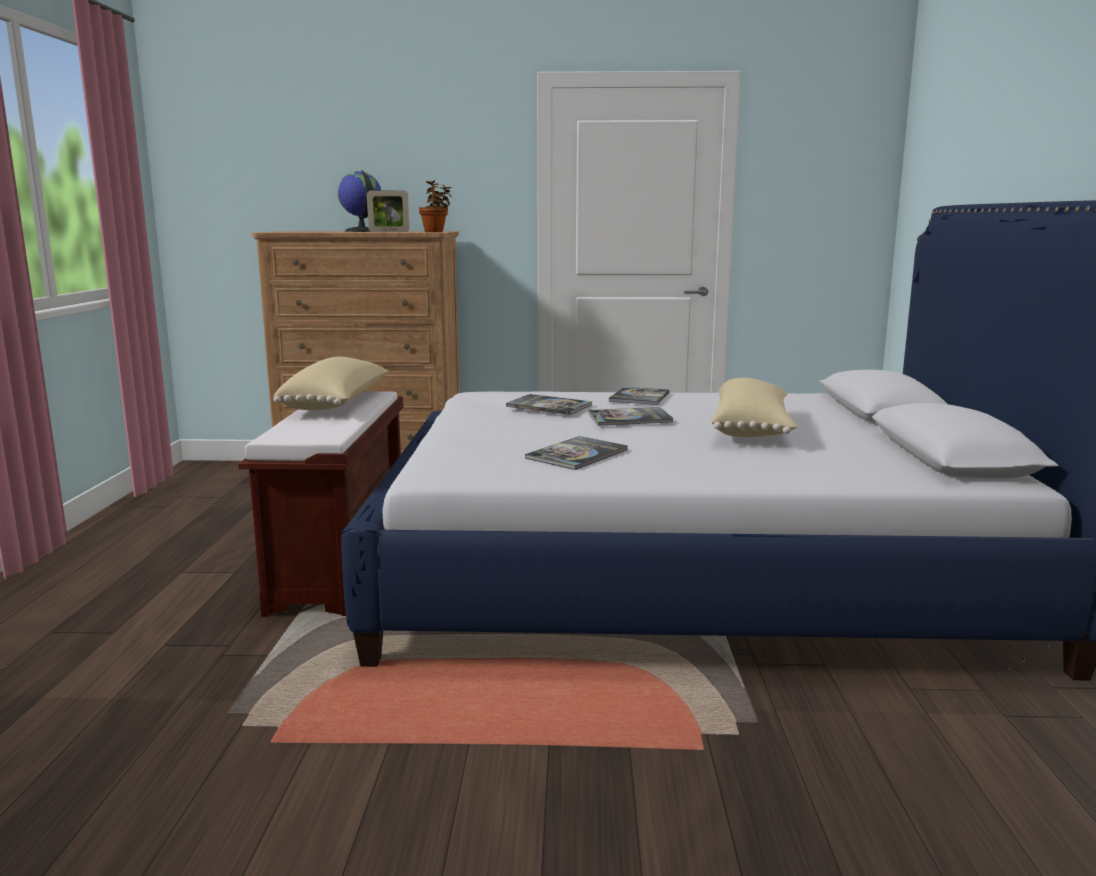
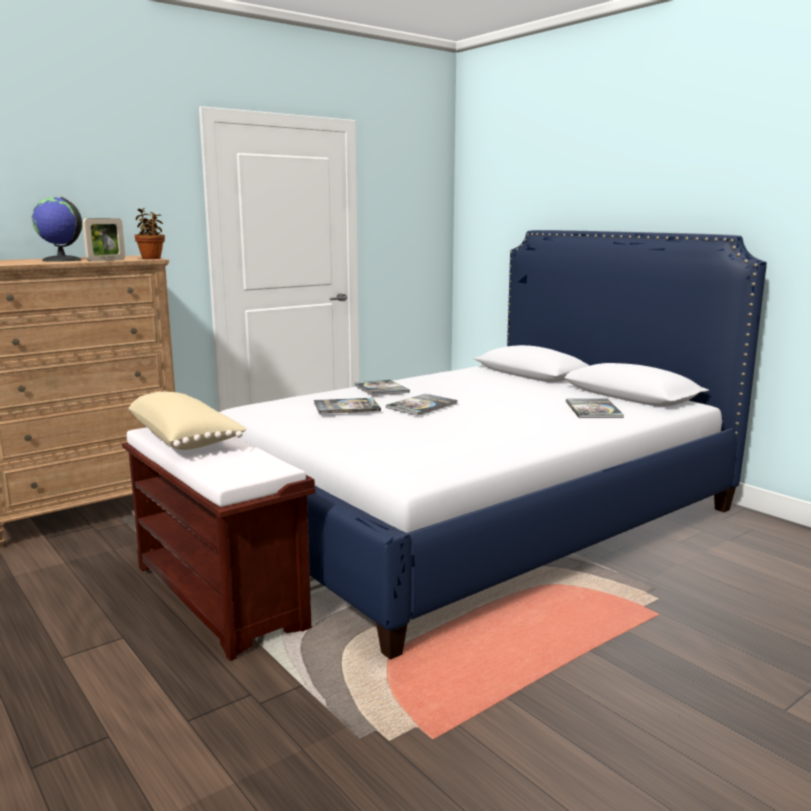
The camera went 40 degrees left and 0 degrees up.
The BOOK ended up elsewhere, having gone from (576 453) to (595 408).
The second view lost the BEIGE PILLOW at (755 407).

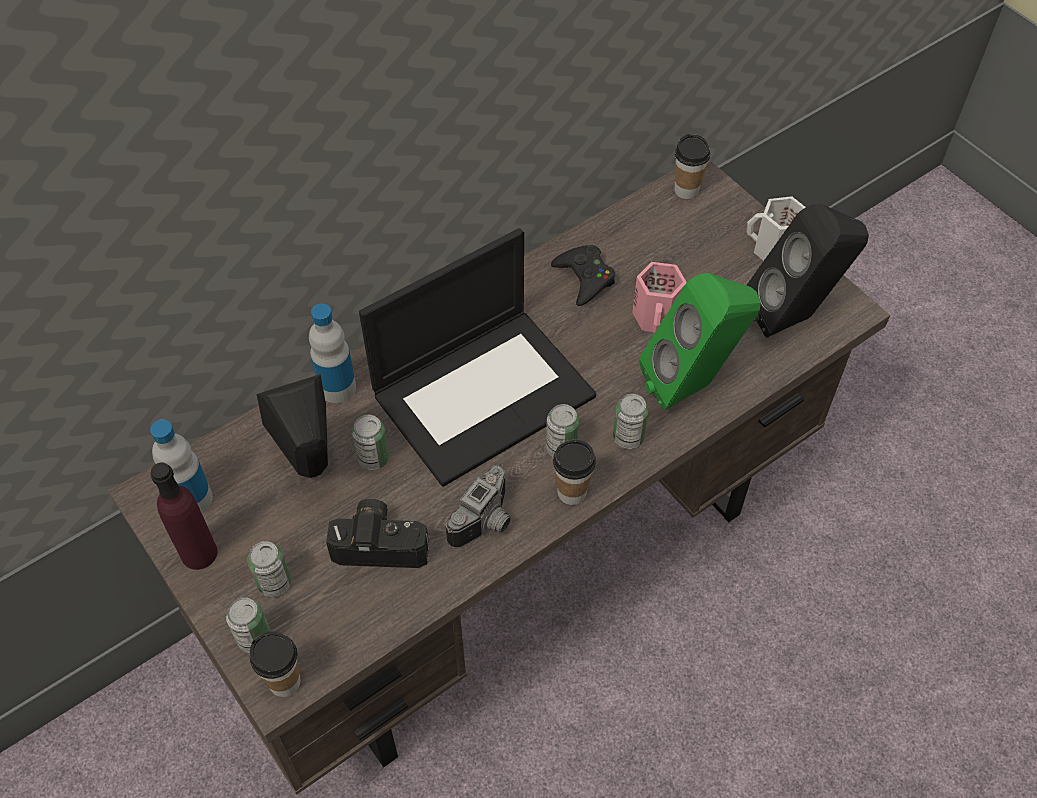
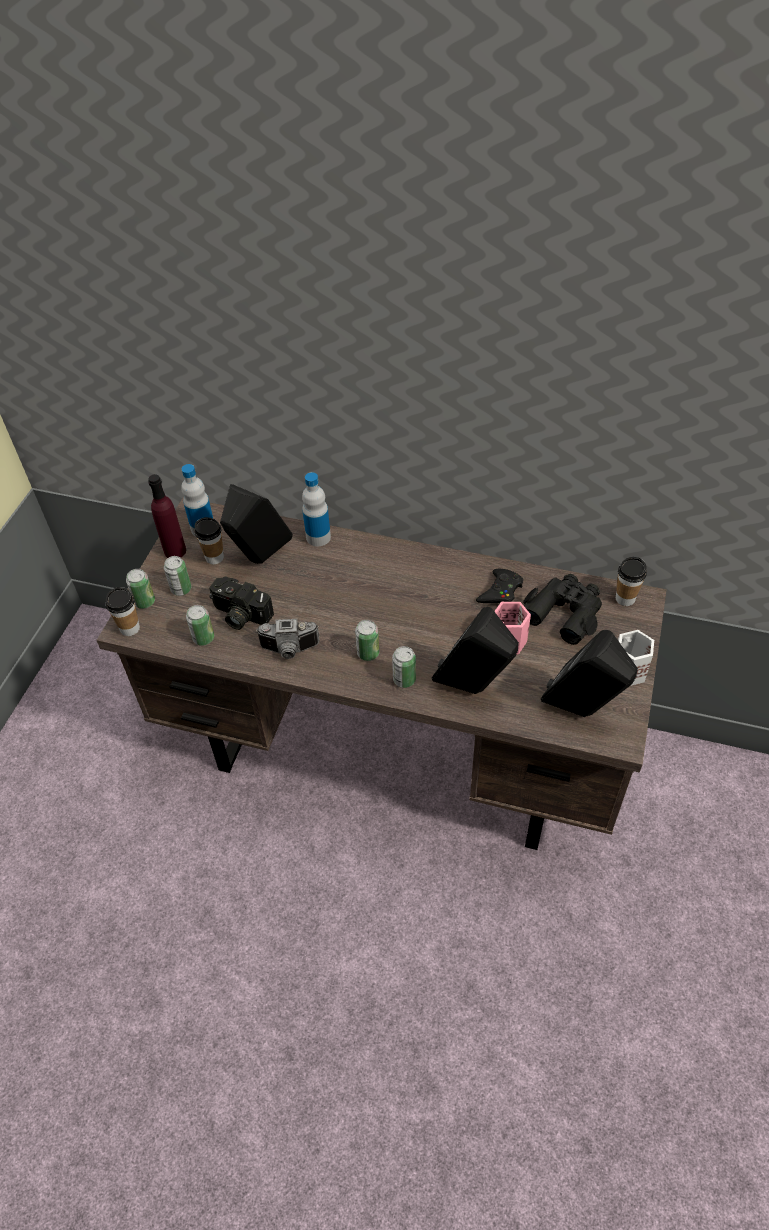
The camera went 55 degrees right and 5 degrees down.
The CAN ended up elsewhere, having gone from (370 442) to (200 625).
The CUP ended up elsewhere, having gone from (574 472) to (209 540).
The PHOTO CAMERA at (377 533) ended up facing another way, 150 degrees clockwise from before.
What was the GREEN SPEAKER at (700 341) turned into the BLACK SPEAKER at (475 650).
The second view gained the BLACK BINOCULARS at (562 609).
The second view lost the LAPTOP at (477 357).

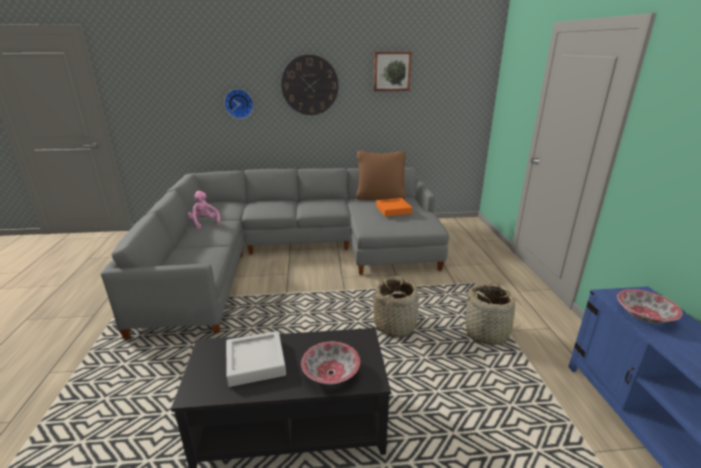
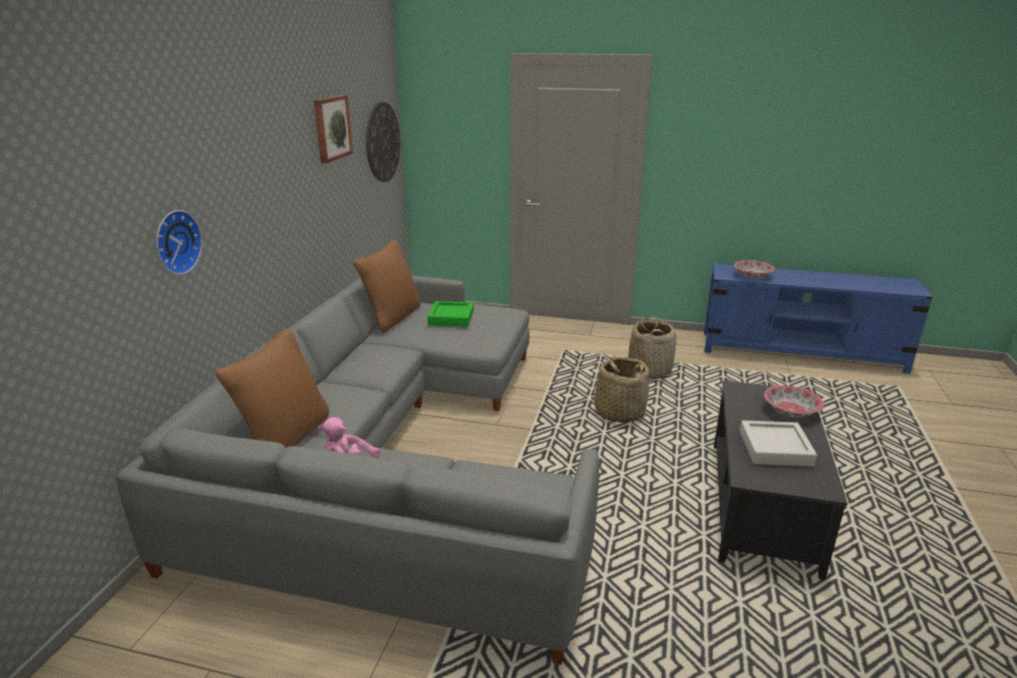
The camera went 70 degrees left and 0 degrees up.
The second view gained the BROWN PILLOW at (272 388).
The WALL CLOCK ended up elsewhere, having gone from (310 85) to (383 142).
What was the ORANGE TRAY at (394 207) turned into the GREEN TRAY at (450 314).

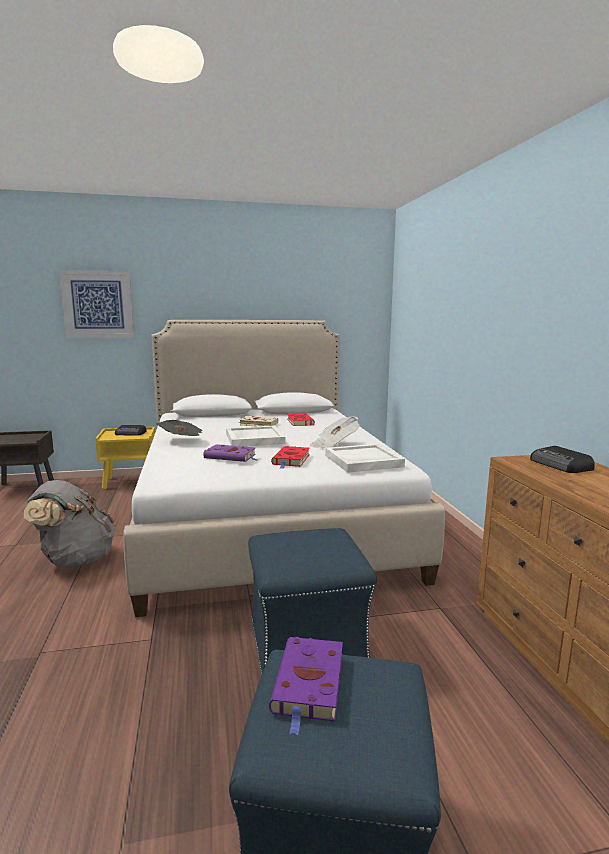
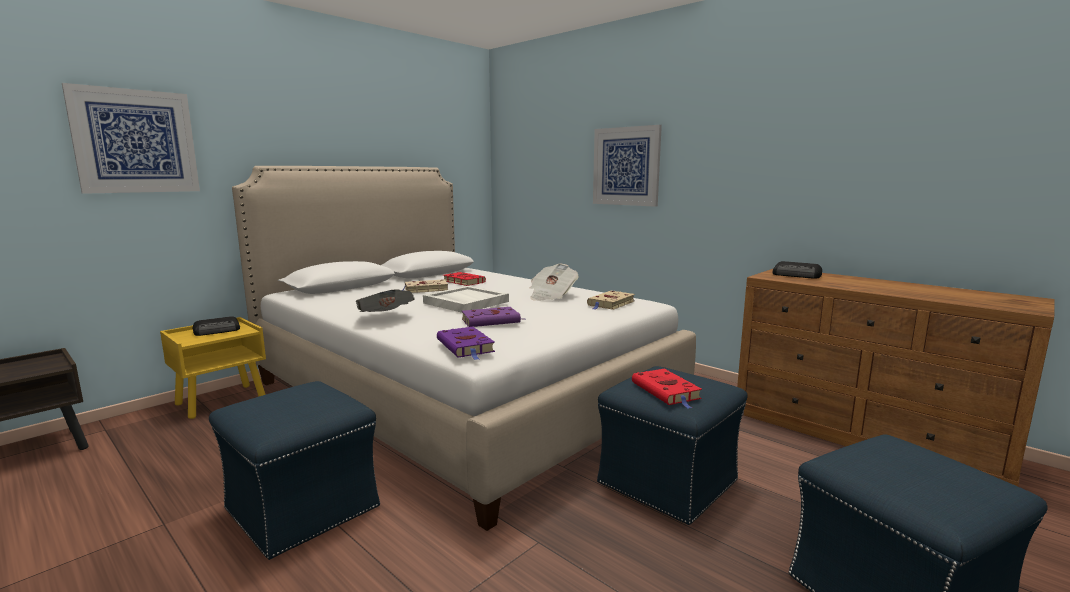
The camera went 35 degrees left and 0 degrees up.
Where the GREY BACKPACK stood at (69 524), the BLUE OTTOMAN came to stand at (294 470).
The PURPLE BOOK ended up elsewhere, having gone from (306 686) to (466 343).
Where the WHITE TRAY stood at (365 458), the BEIGE BOOK came to stand at (611 300).
The second view gained the PICTURE at (627 166).
The RED BOOK ended up elsewhere, having gone from (290 457) to (667 388).

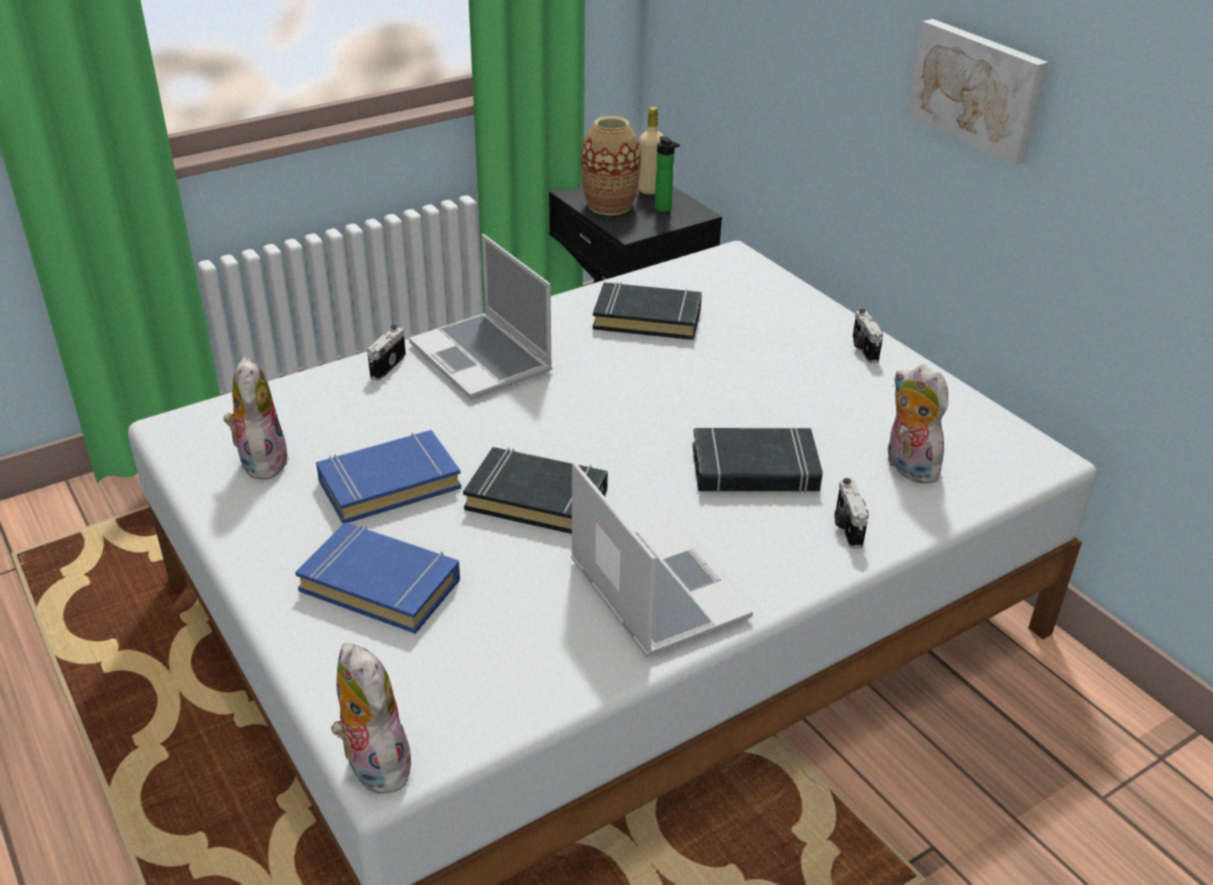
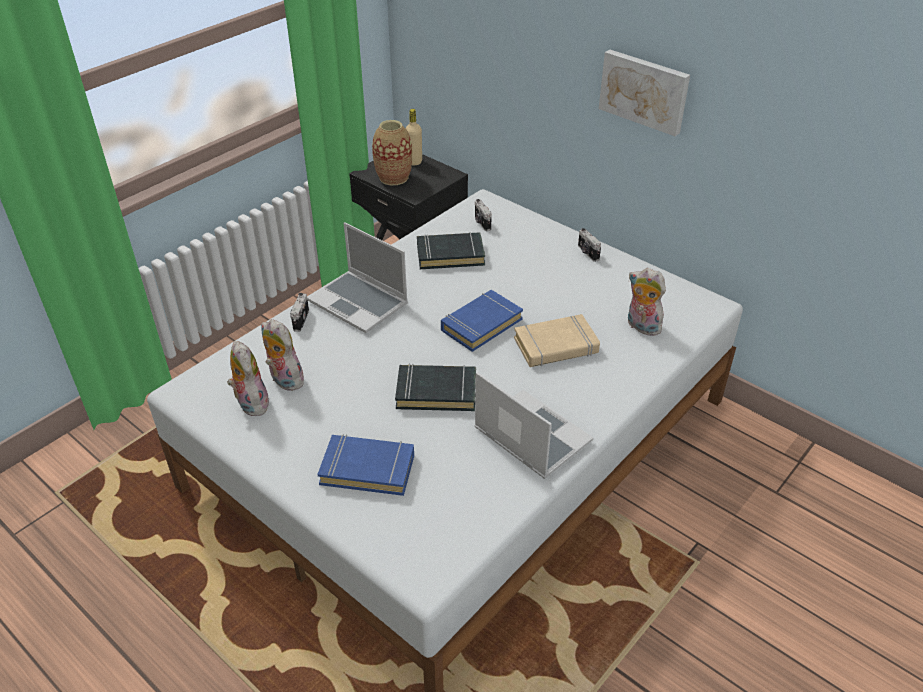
The camera went 15 degrees left and 5 degrees up.
The PLUSH TOY ended up elsewhere, having gone from (371 718) to (282 355).
The BLUE BOOK ended up elsewhere, having gone from (388 477) to (482 321).
The PHOTO CAMERA ended up elsewhere, having gone from (851 513) to (483 215).
What was the BLACK BOOK at (757 461) turned into the BEIGE BOOK at (557 340).
The second view lost the BOTTLE at (667 174).

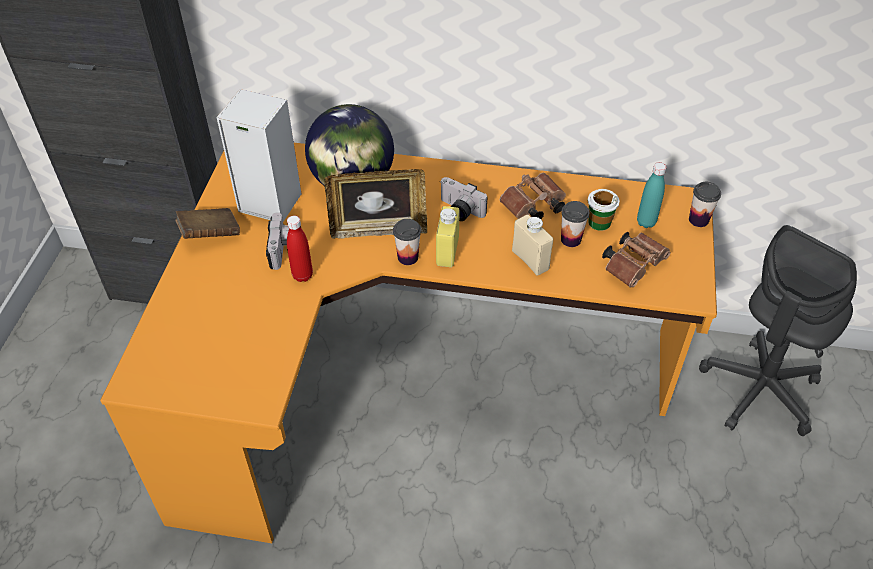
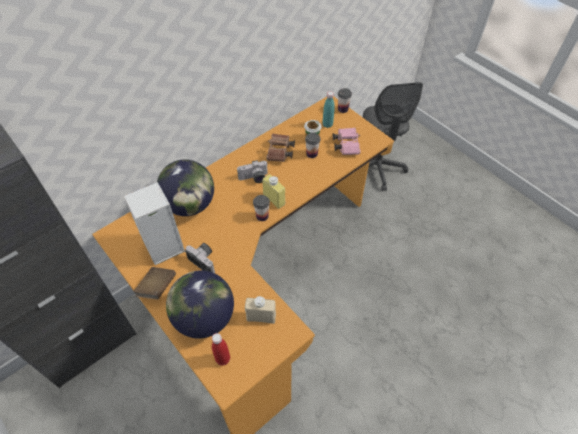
The camera went 50 degrees left and 5 degrees up.
The second view gained the GLOBE at (200 304).
The RED BOTTLE ended up elsewhere, having gone from (300 249) to (221 349).
The BEIGE BOTTLE ended up elsewhere, having gone from (532 245) to (260 310).
What was the BROWN BINOCULARS at (636 260) turned into the PINK BINOCULARS at (347 141).
The second view lost the PICTURE FRAME at (375 204).

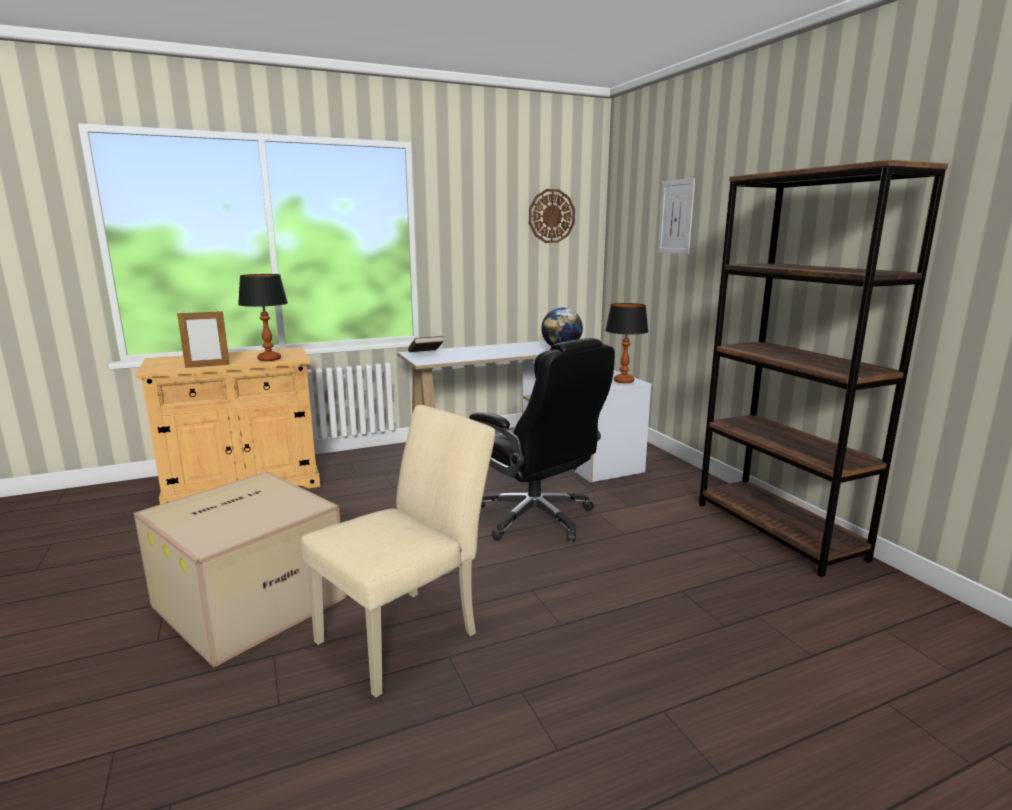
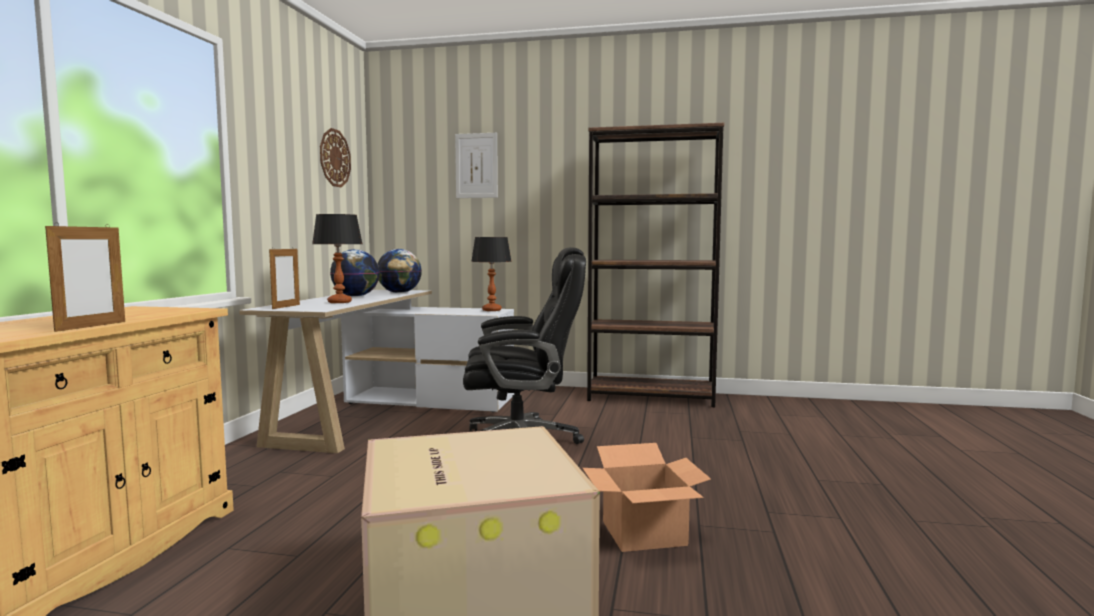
The camera went 55 degrees left and 10 degrees down.
Where the BROWN BOOK stood at (426 344), the PICTURE FRAME came to stand at (284 278).
The TABLE LAMP ended up elsewhere, having gone from (263 317) to (337 258).
The second view gained the GLOBE at (355 273).
Where the BEIGE CHAIR stood at (398 551), the CARDBOARD BOX came to stand at (647 497).

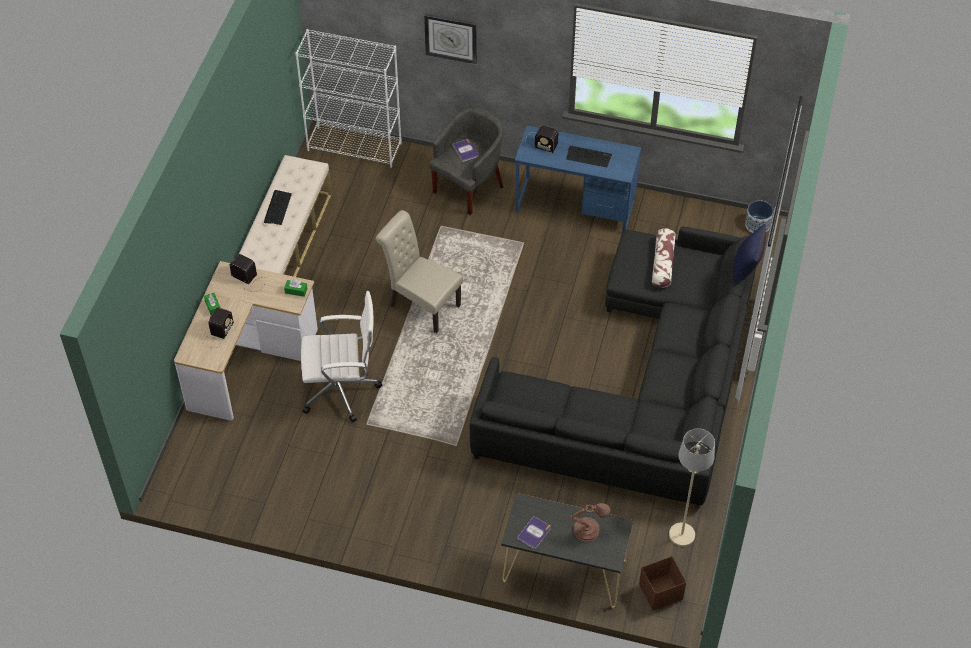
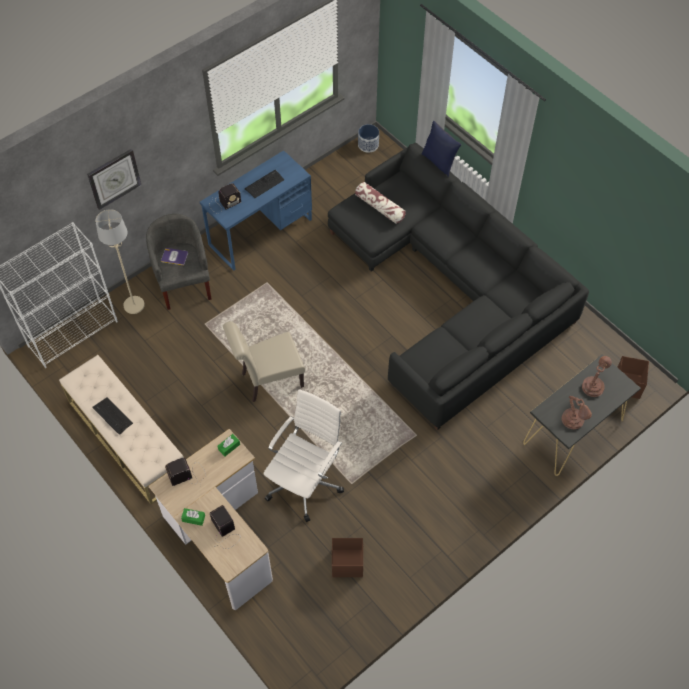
The camera went 55 degrees left and 5 degrees up.
The BEIGE FLOOR LAMP ended up elsewhere, having gone from (692 487) to (120 261).
The second view gained the BROWN STORAGE BOX at (347 557).
Where the BOOK stood at (534 532), the BROWN TABLE LAMP came to stand at (577 413).

